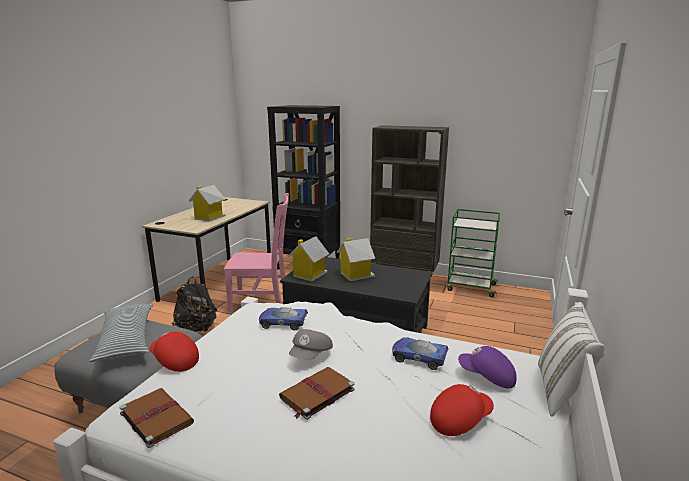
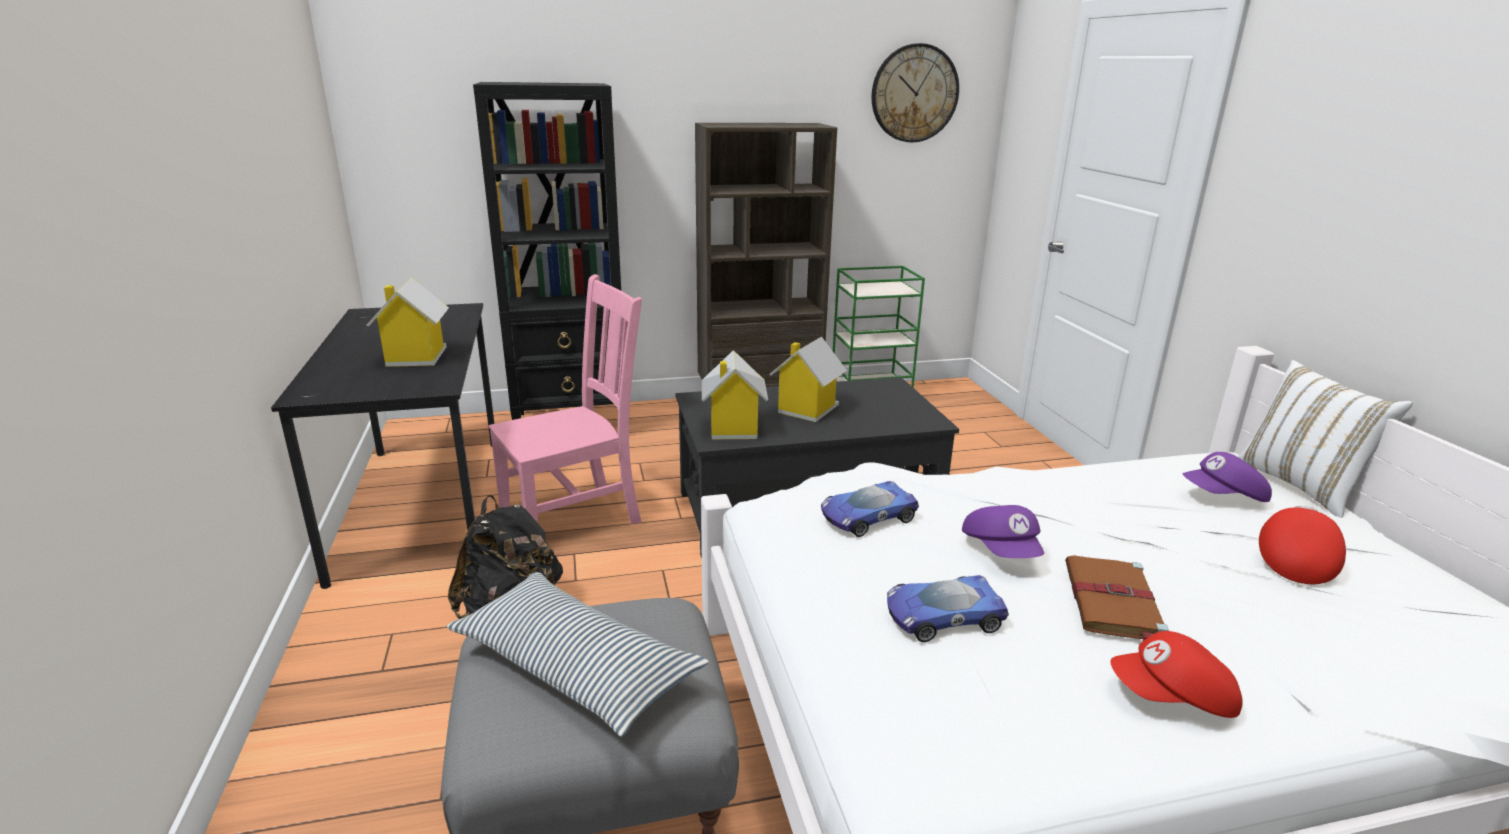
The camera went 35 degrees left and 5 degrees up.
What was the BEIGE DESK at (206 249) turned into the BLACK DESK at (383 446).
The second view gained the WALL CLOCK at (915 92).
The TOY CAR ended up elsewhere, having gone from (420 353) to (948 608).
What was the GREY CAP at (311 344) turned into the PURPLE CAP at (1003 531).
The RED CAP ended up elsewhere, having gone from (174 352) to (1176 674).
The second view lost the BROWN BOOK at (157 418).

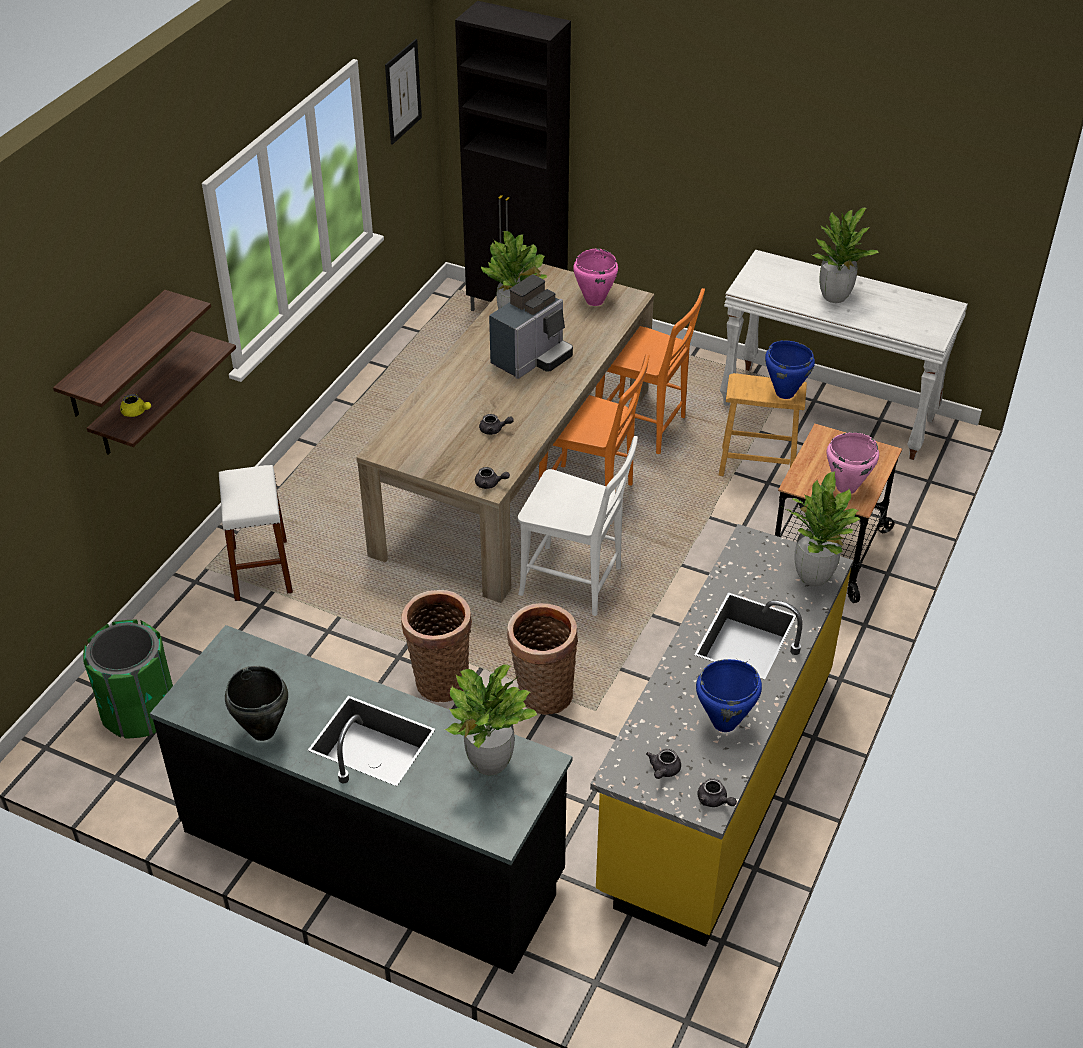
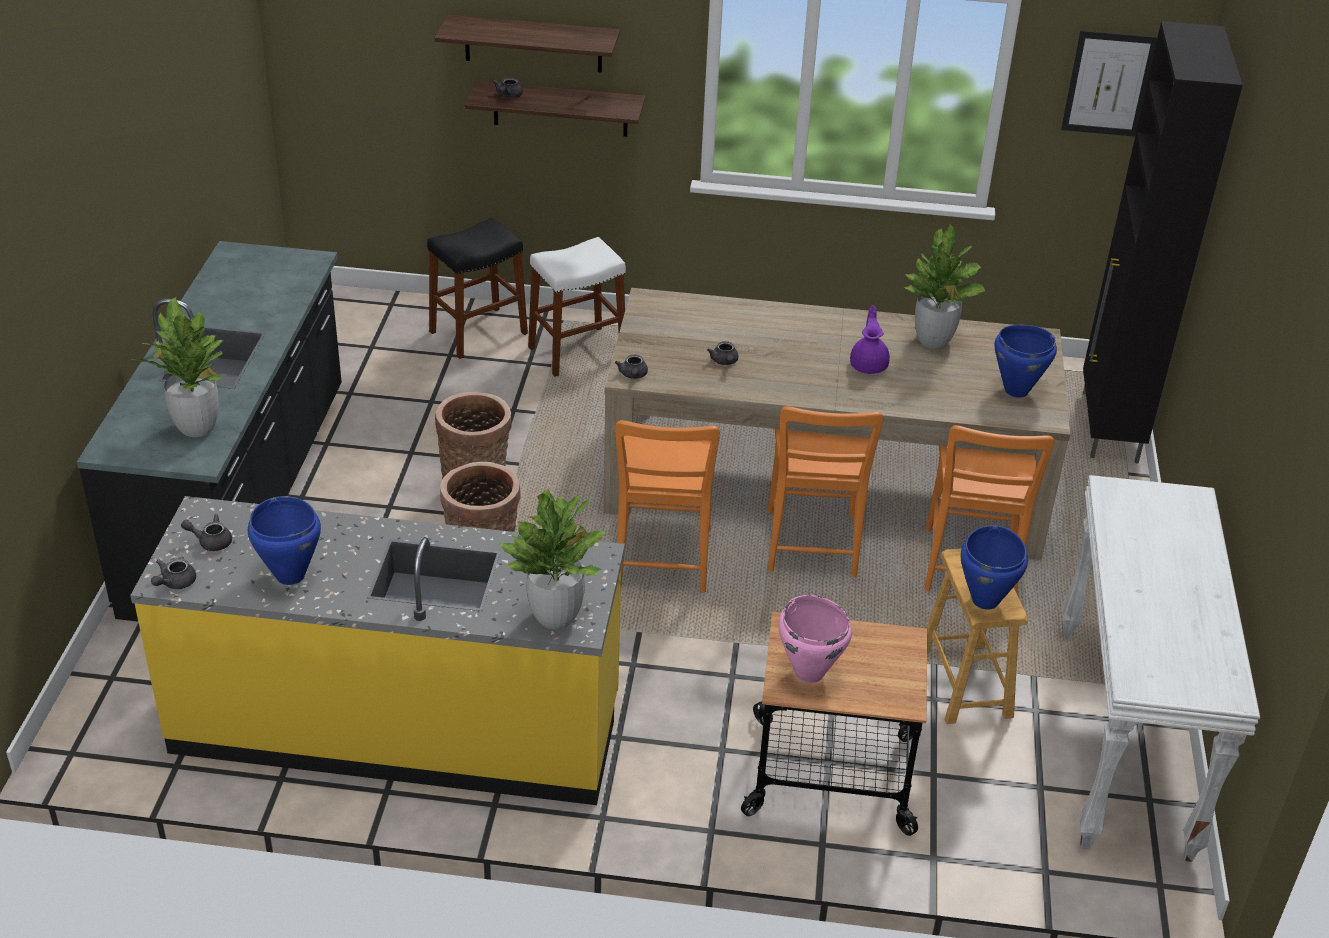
The camera went 70 degrees right and 5 degrees down.
The second view gained the BLACK STOOL at (477 288).
What was the YELLOW TEAPOT at (135 405) turned into the GREY TEAPOT at (507 88).
What was the WHITE CHAIR at (578 526) turned into the ORANGE CHAIR at (667 506).
Where the COFFEE MACHINE stood at (531 326), the PURPLE TEAPOT came to stand at (870 339).
What was the PINK COOKING POT at (595 277) turned into the BLUE COOKING POT at (1025 361).
The second view lost the GREEN TRASH CAN at (128 679).
The second view lost the BLACK COOKING POT at (256 703).
The second view lost the POTTED PLANT at (846 255).

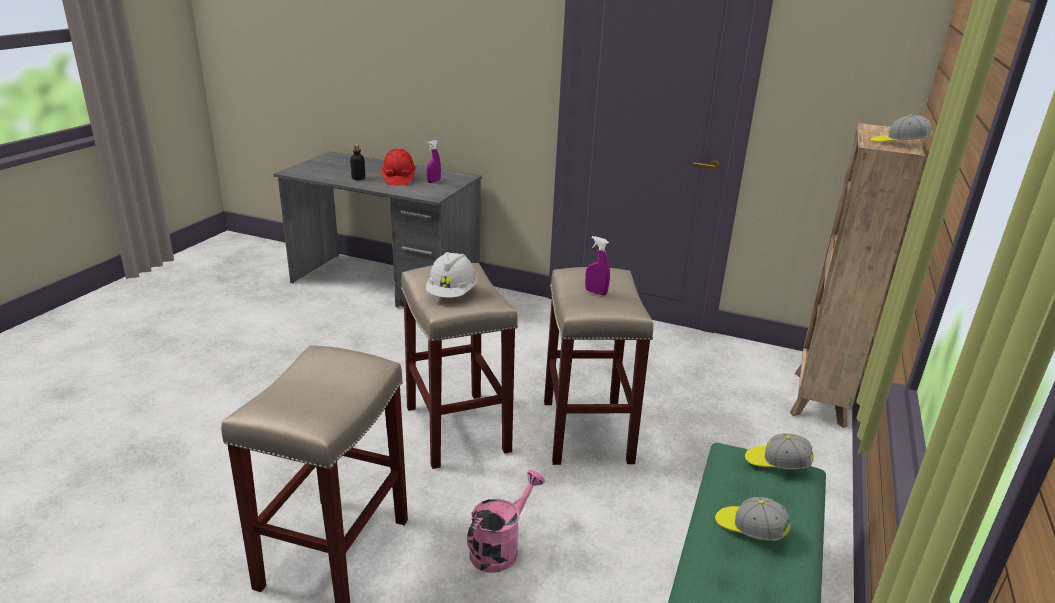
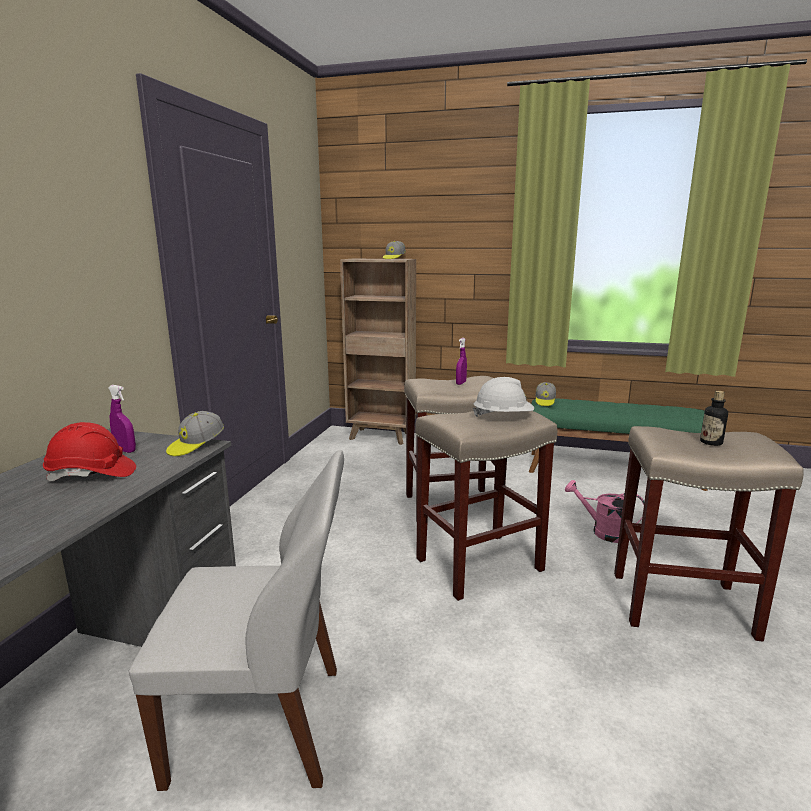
The camera went 95 degrees left and 10 degrees down.
The second view gained the WHITE CHAIR at (236 620).
The CAP ended up elsewhere, having gone from (753 519) to (195 433).
The BOTTLE ended up elsewhere, having gone from (358 162) to (714 418).

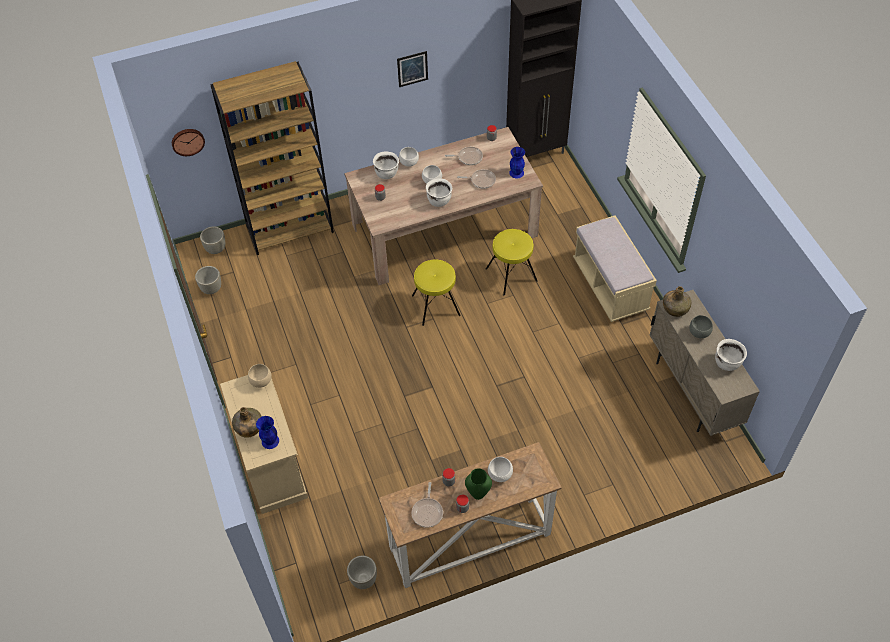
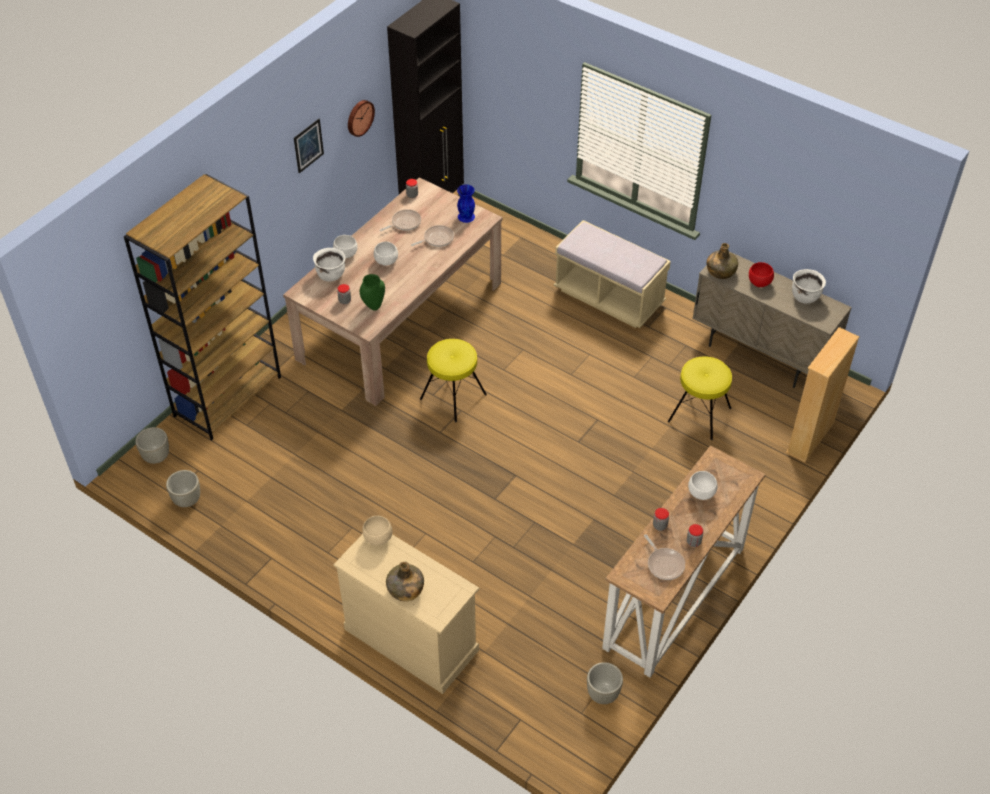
The camera went 35 degrees left and 5 degrees down.
The WALL CLOCK ended up elsewhere, having gone from (188 142) to (361 118).
The GREEN VASE ended up elsewhere, having gone from (478 484) to (372 292).
The YELLOW STOOL ended up elsewhere, having gone from (512 262) to (700 398).
What was the GREY BOWL at (701 326) turned into the RED BOWL at (761 274).
The second view gained the BEIGE BOOKCASE at (822 395).
The second view lost the BLUE VASE at (267 432).
The second view lost the WHITE COOKING POT at (439 192).

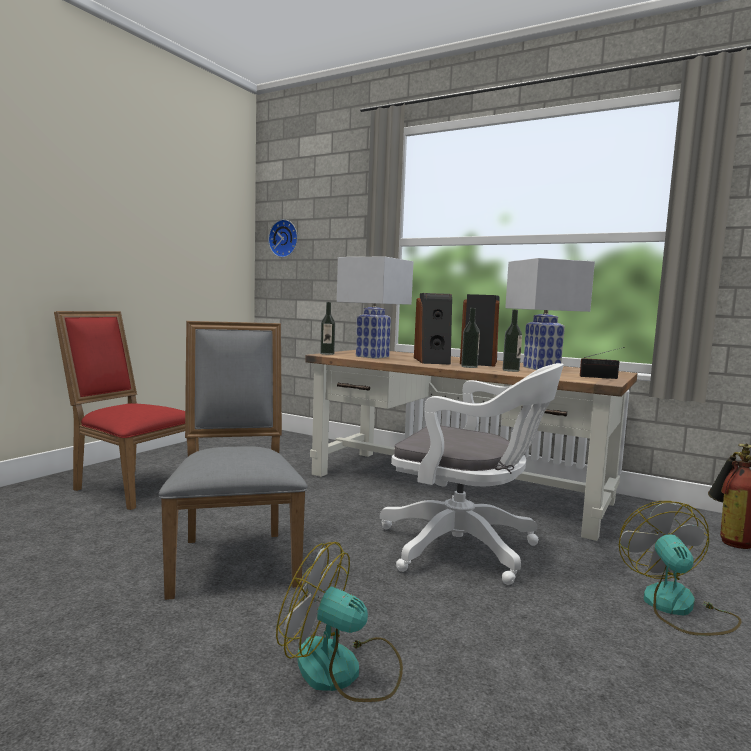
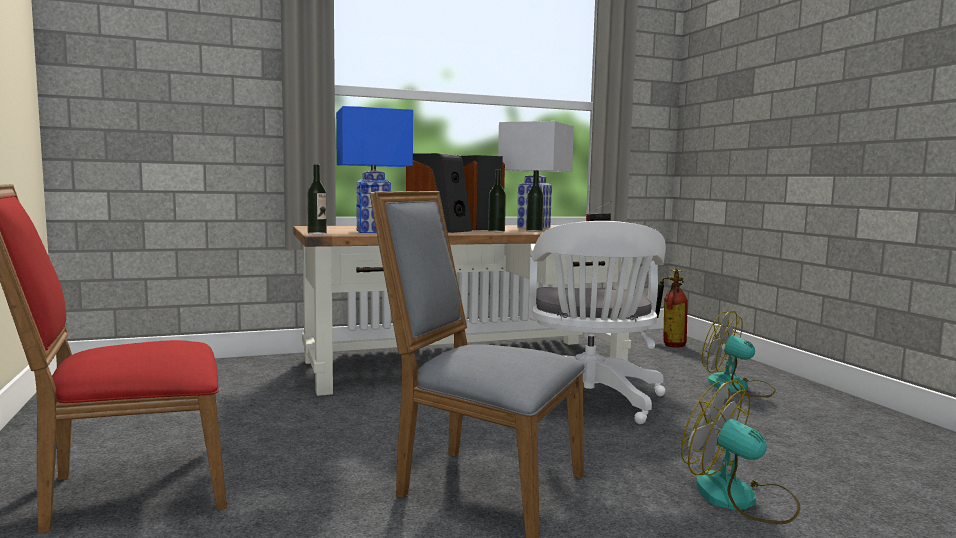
The camera went 50 degrees left and 0 degrees up.
What was the WHITE TABLE LAMP at (375 307) turned into the BLUE TABLE LAMP at (374 169).
The WHITE OFFICE CHAIR at (472 474) ended up facing another way, 120 degrees clockwise from before.
The FAN at (339 622) ended up facing another way, 75 degrees clockwise from before.
The second view lost the WALL CLOCK at (283 238).

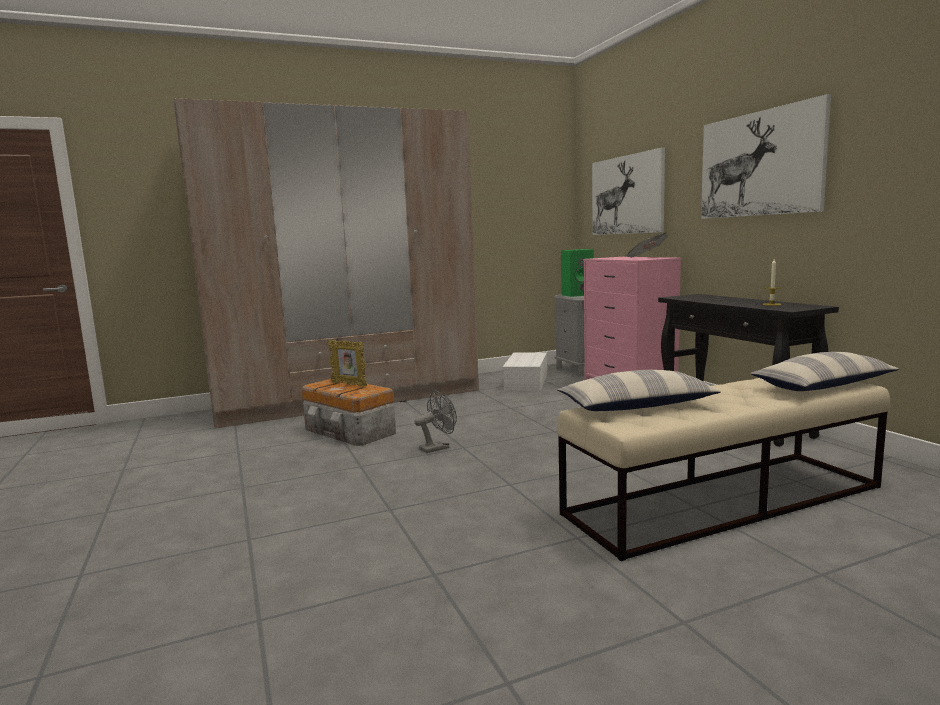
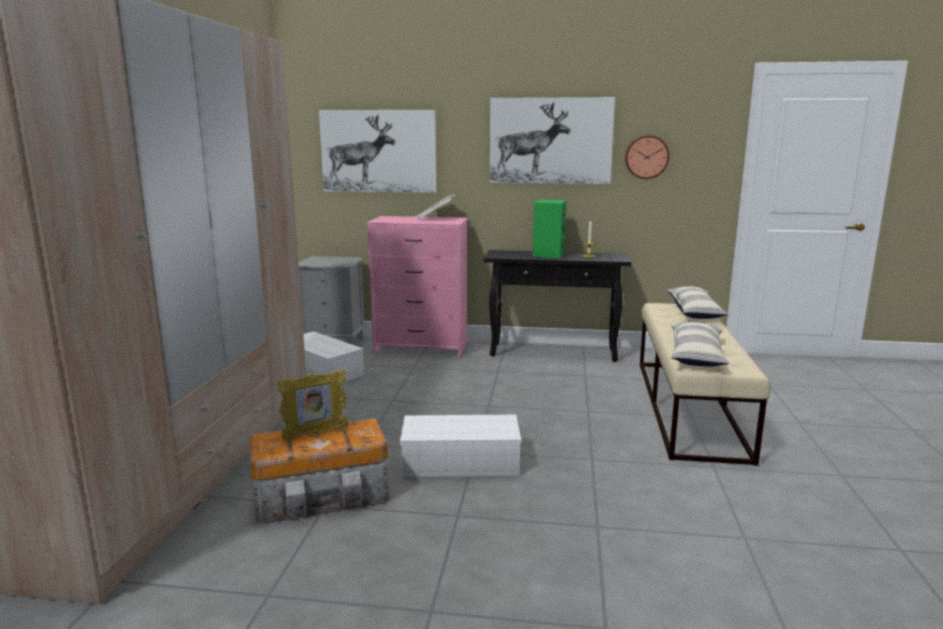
The camera went 60 degrees left and 5 degrees up.
Where the GREY FAN stood at (435 422), the WHITE STORAGE BOX came to stand at (460 446).
The GREEN SPEAKER ended up elsewhere, having gone from (577 273) to (550 229).
The second view gained the WALL CLOCK at (647 157).

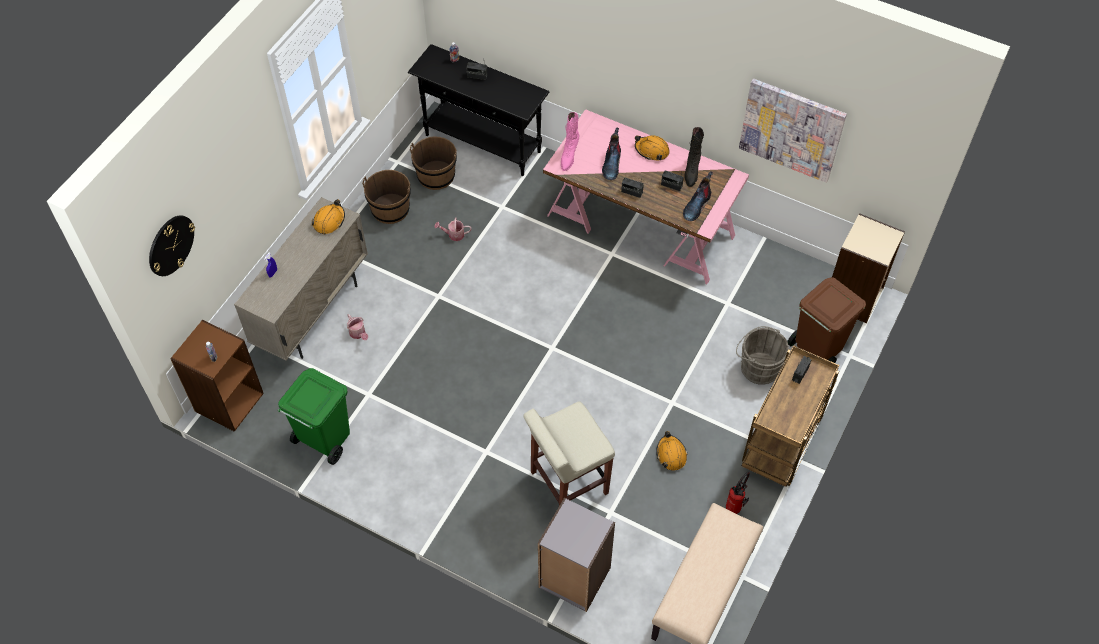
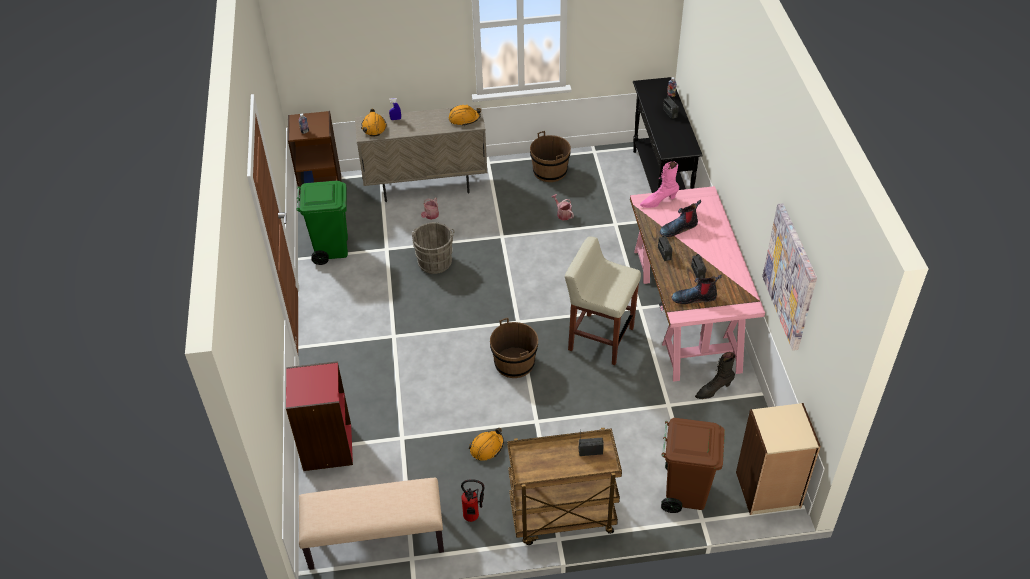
The camera went 55 degrees right and 10 degrees down.
What was the GREY BOOKCASE at (576 555) turned into the RED BOOKCASE at (319 416).
The ORANGE HARD HAT ended up elsewhere, having gone from (652 148) to (374 123).
The GREY BUCKET ended up elsewhere, having gone from (762 355) to (433 248).
The BROWN BUCKET ended up elsewhere, having gone from (433 163) to (514 348).
The BEIGE STOOL ended up elsewhere, having gone from (569 453) to (603 300).
The BLACK BOOT ended up elsewhere, having gone from (694 157) to (715 375).
The second view lost the WALL CLOCK at (172 245).

